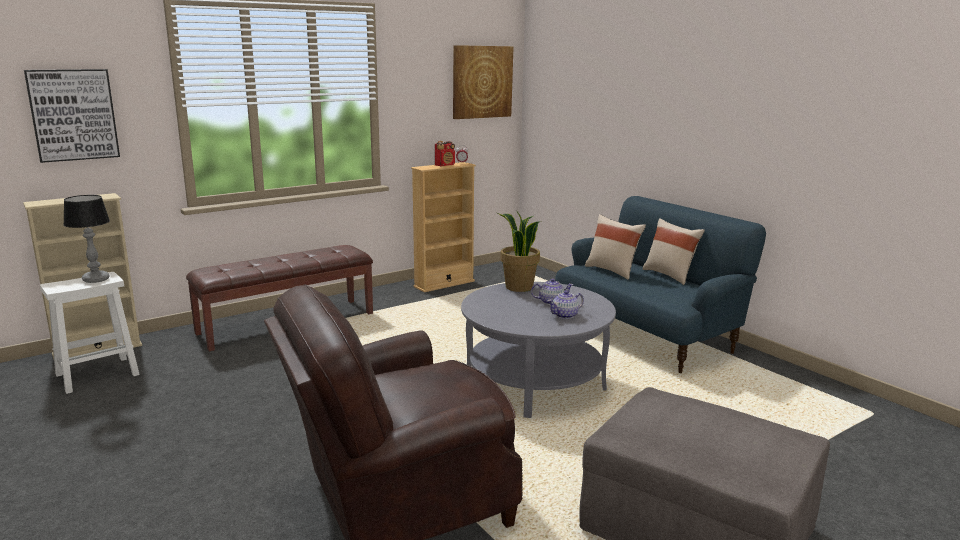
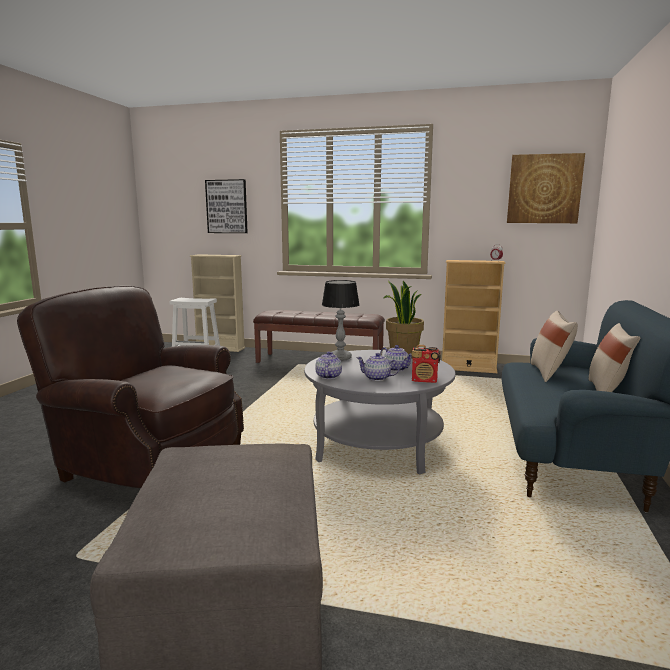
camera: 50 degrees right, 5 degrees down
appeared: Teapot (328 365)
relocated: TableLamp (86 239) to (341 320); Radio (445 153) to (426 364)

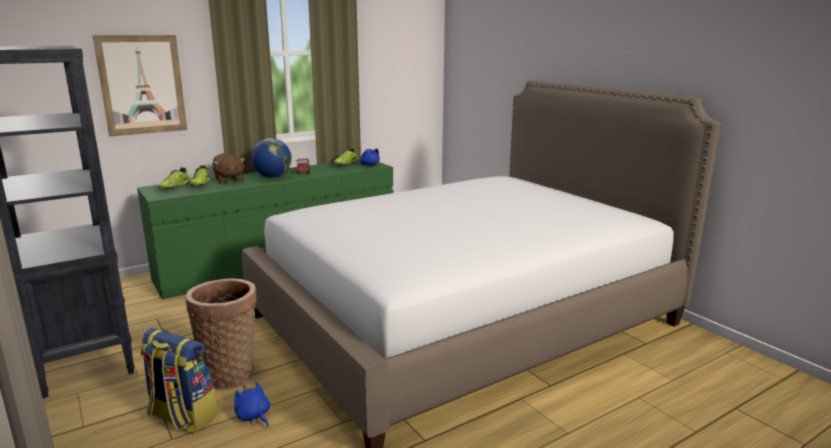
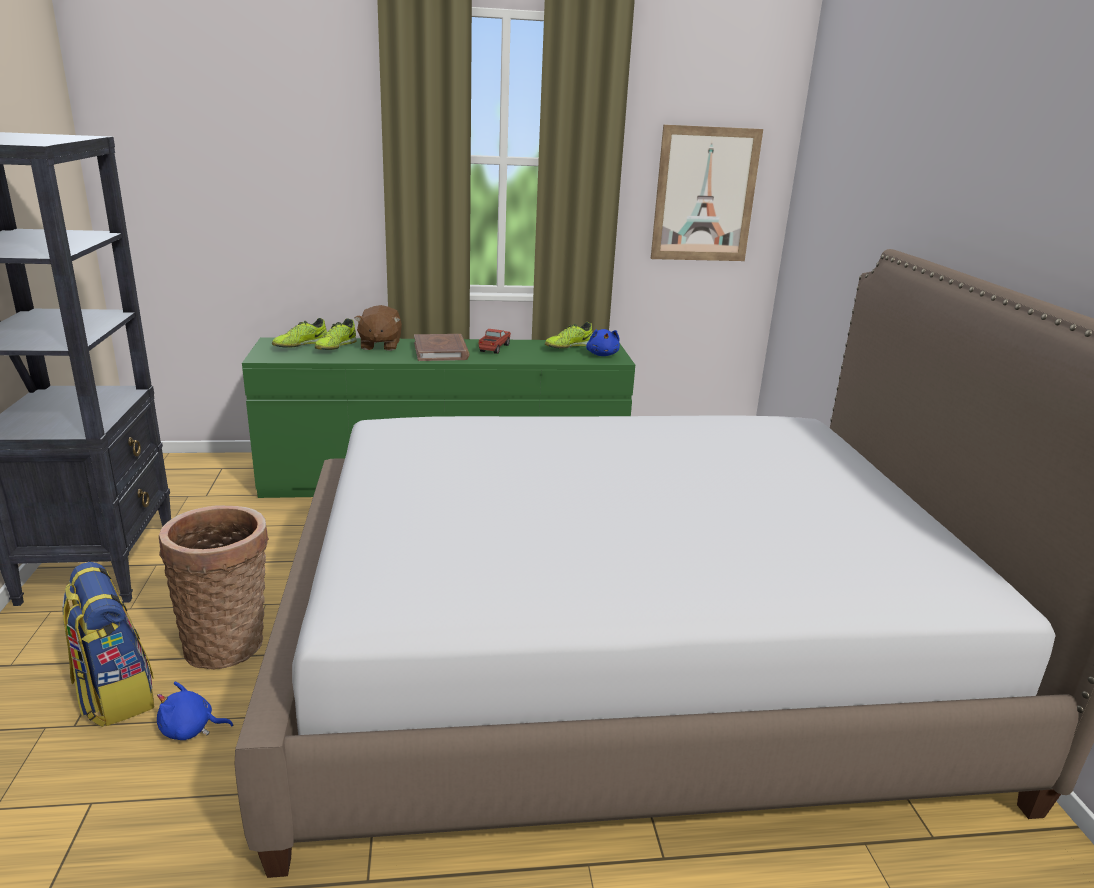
camera: 25 degrees right, 5 degrees up
relocated: Picture (140 86) to (707 193)
exchanged: Globe (271 158) to BrownBook (442 347)
spun: BluePlushToy (252 404) = (195 711) 75 degrees counterclockwise

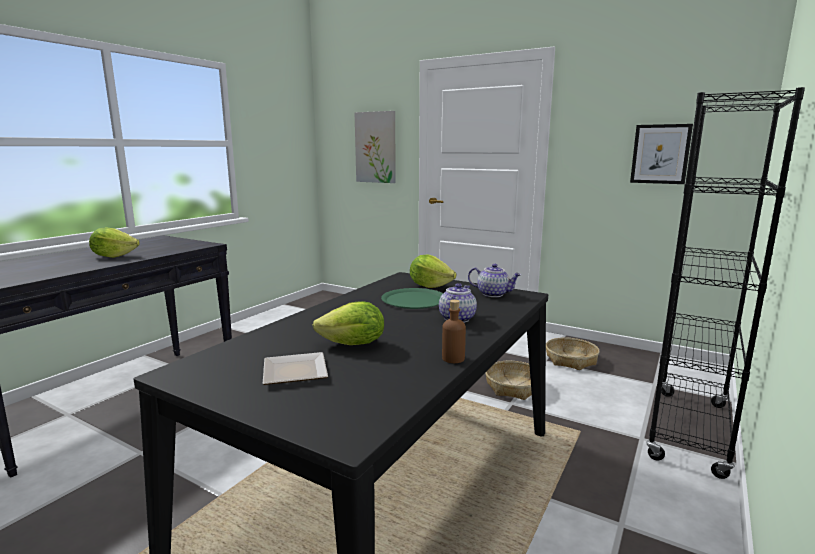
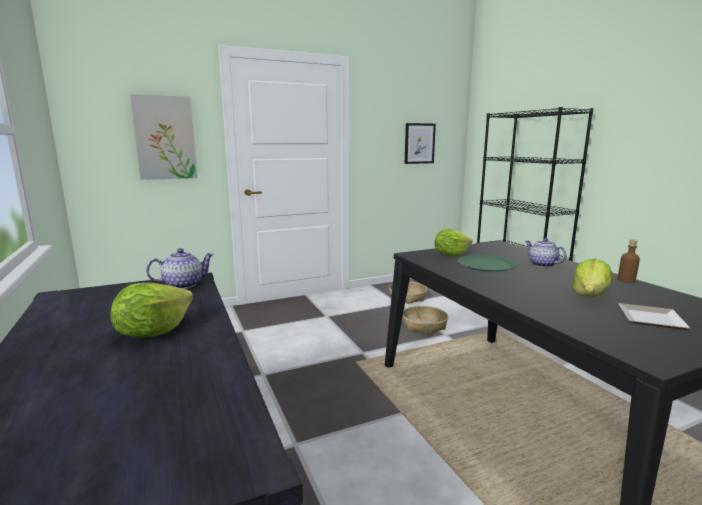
camera: 55 degrees left, 0 degrees up
relocated: Teapot (494 280) to (180 268)

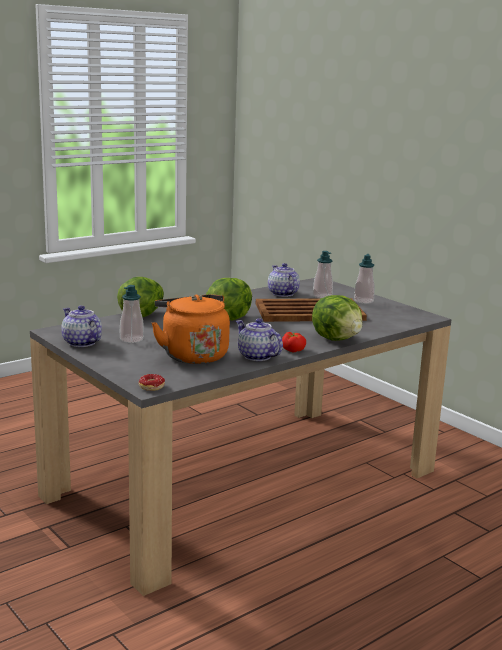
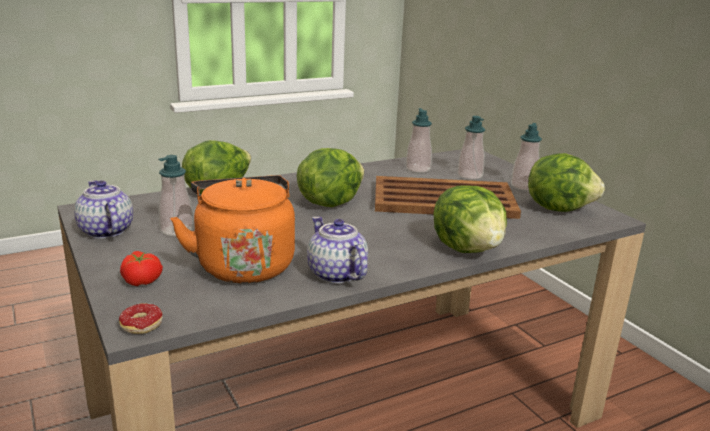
camera: 10 degrees right, 5 degrees up
appeared: Lettuce (566 182)
relocated: Tomato (294 342) to (141 268)
exchanged: Teapot (284 280) to SoapDispenser (419 140)

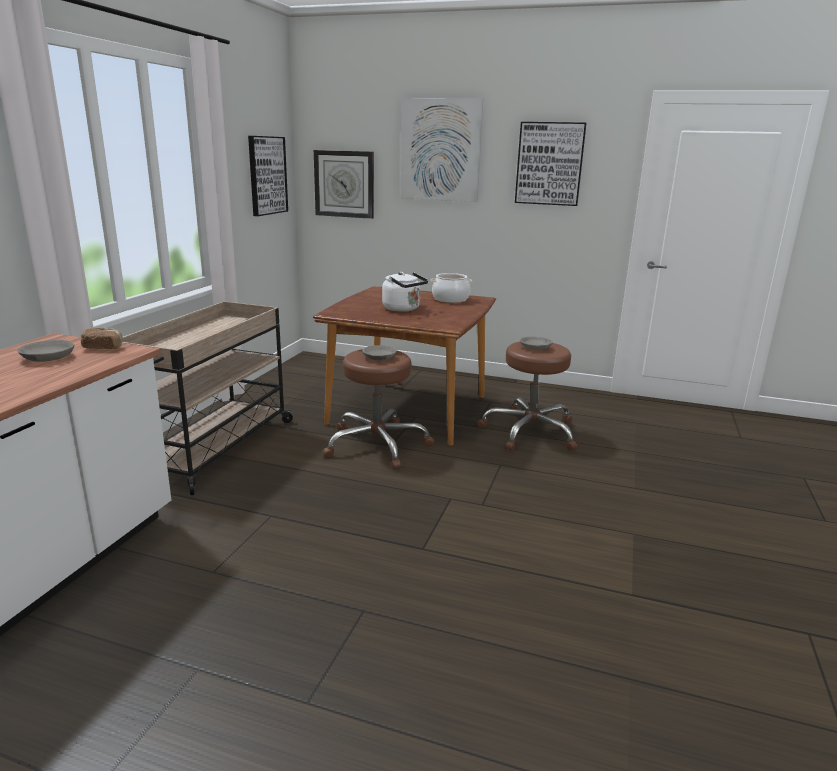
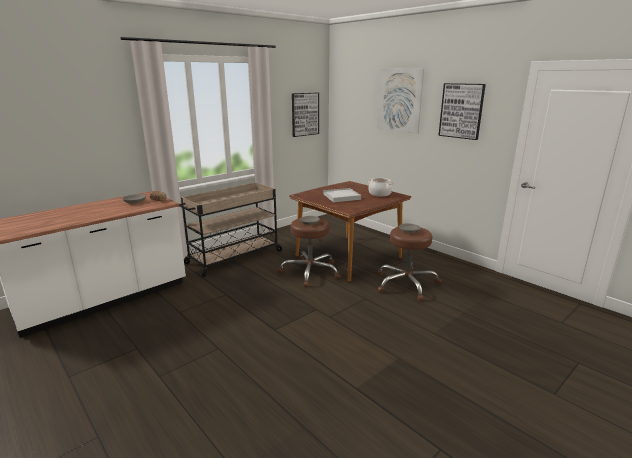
camera: 30 degrees right, 0 degrees up
missing: WallClock (344 184)
exchanged: WhiteKettle (405 292) to WhiteTray (342 195)

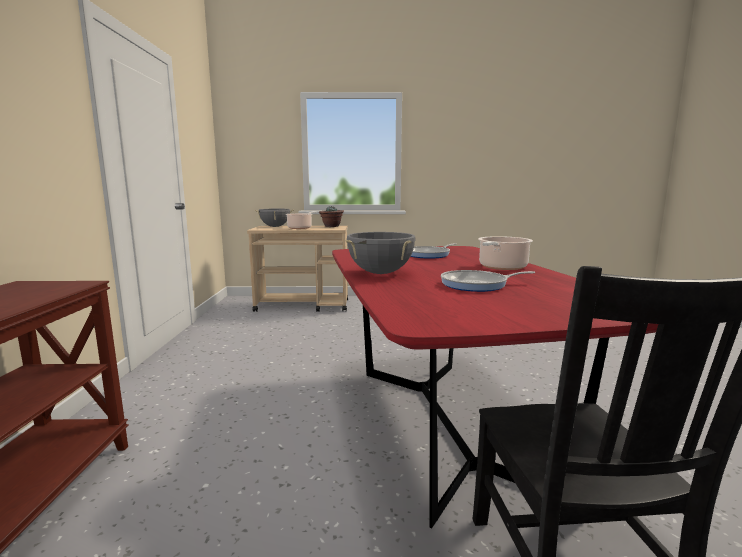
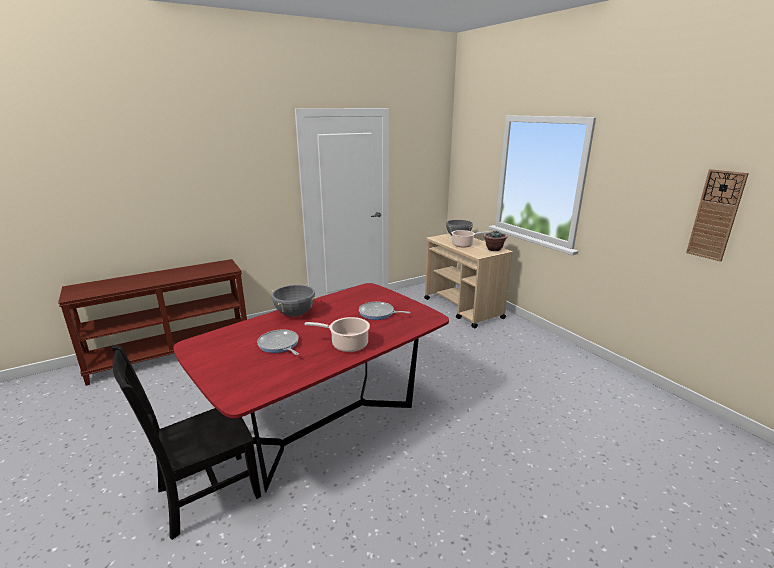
camera: 60 degrees right, 10 degrees up
appeared: WallClock (717 215)

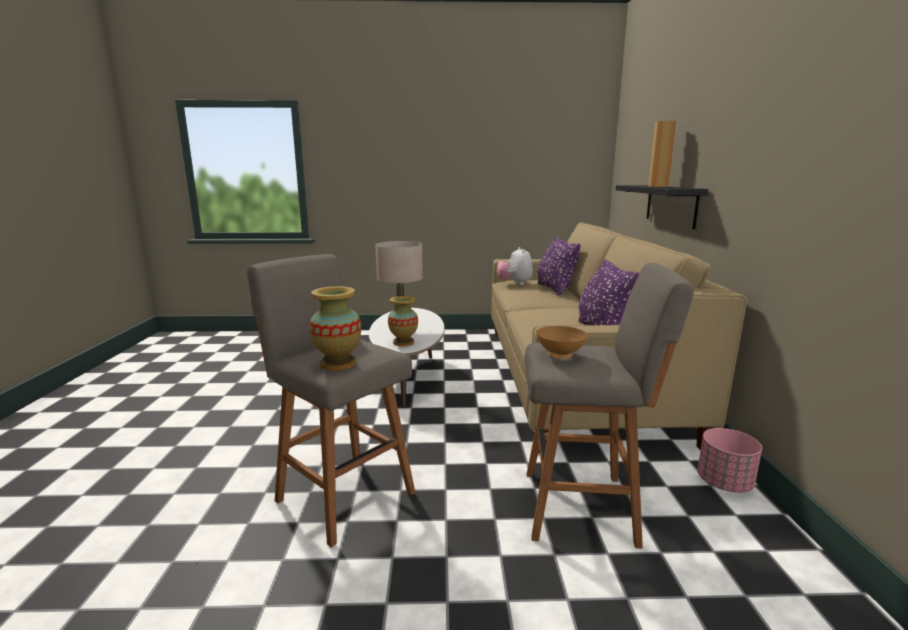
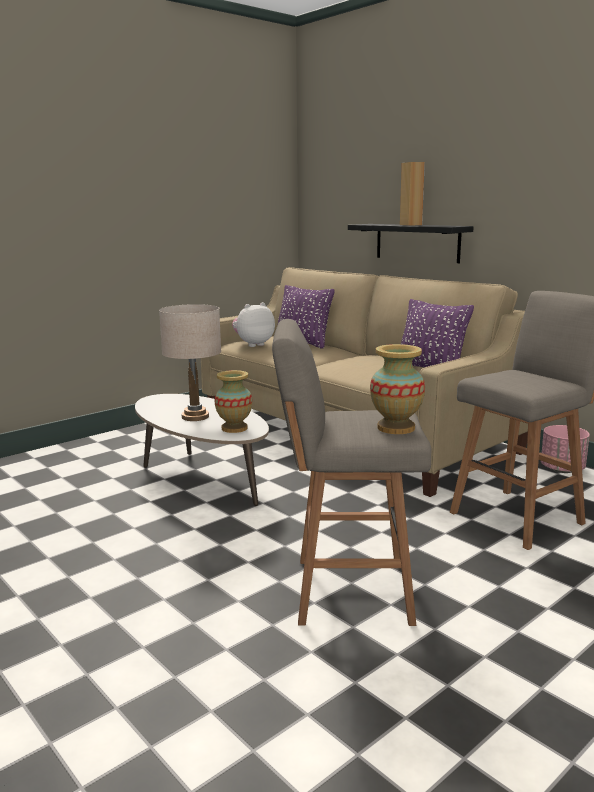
camera: 40 degrees left, 0 degrees up
missing: BrownBowl (562 342)
spun: PlushToy (515 266) = (253 324) 105 degrees clockwise

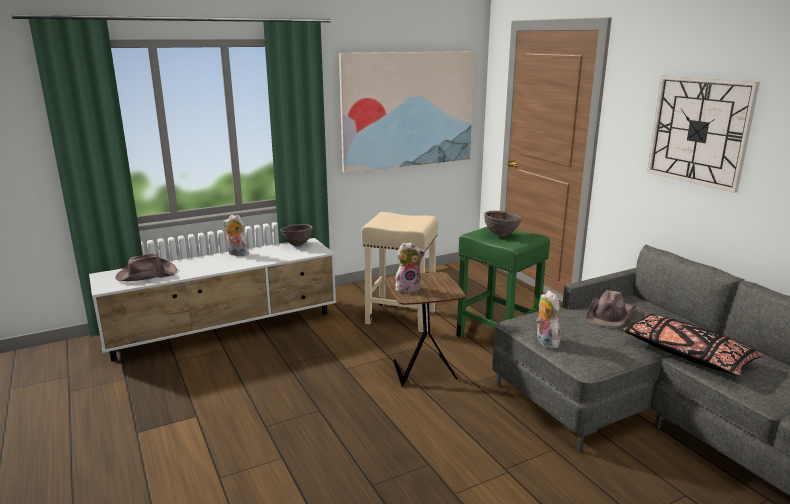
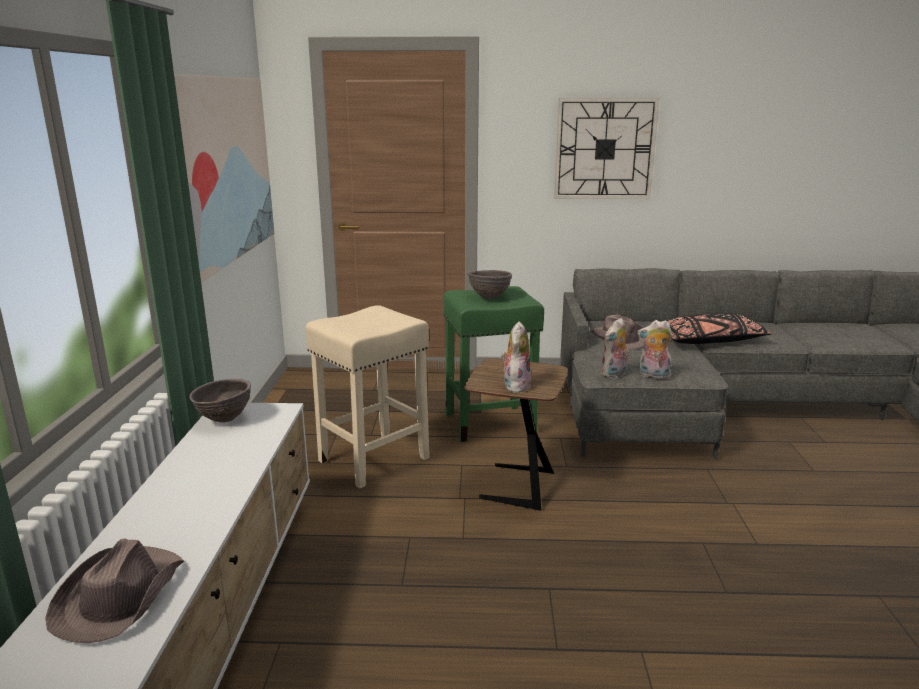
camera: 60 degrees left, 0 degrees up
relocated: PlushToy (236 235) to (614 348)

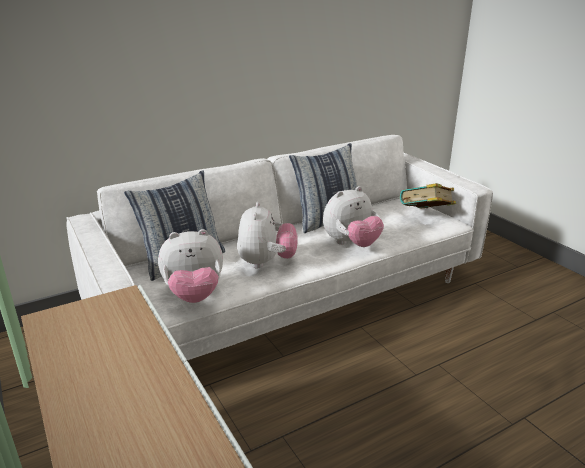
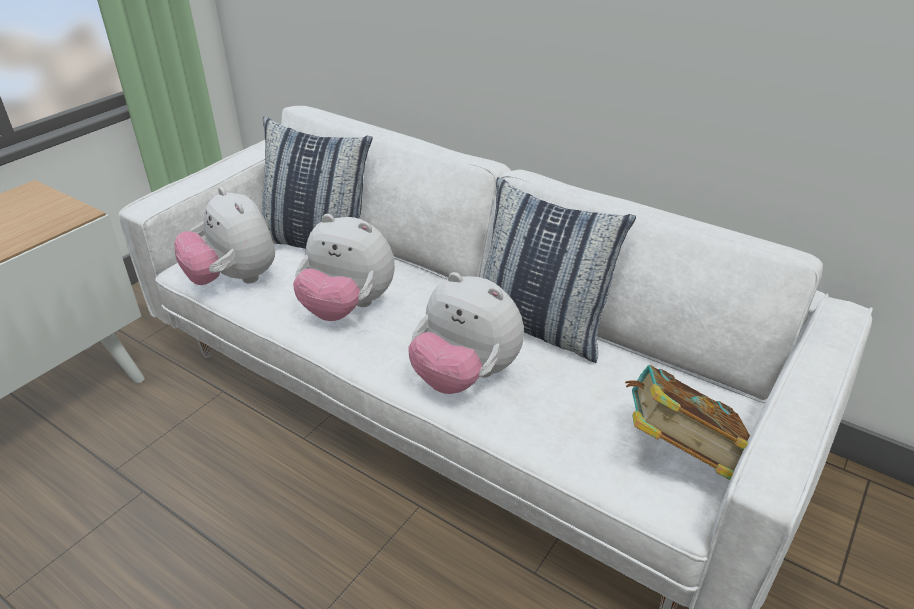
camera: 65 degrees right, 10 degrees up
spun: PlushToy (267 235) = (344 267) 45 degrees clockwise

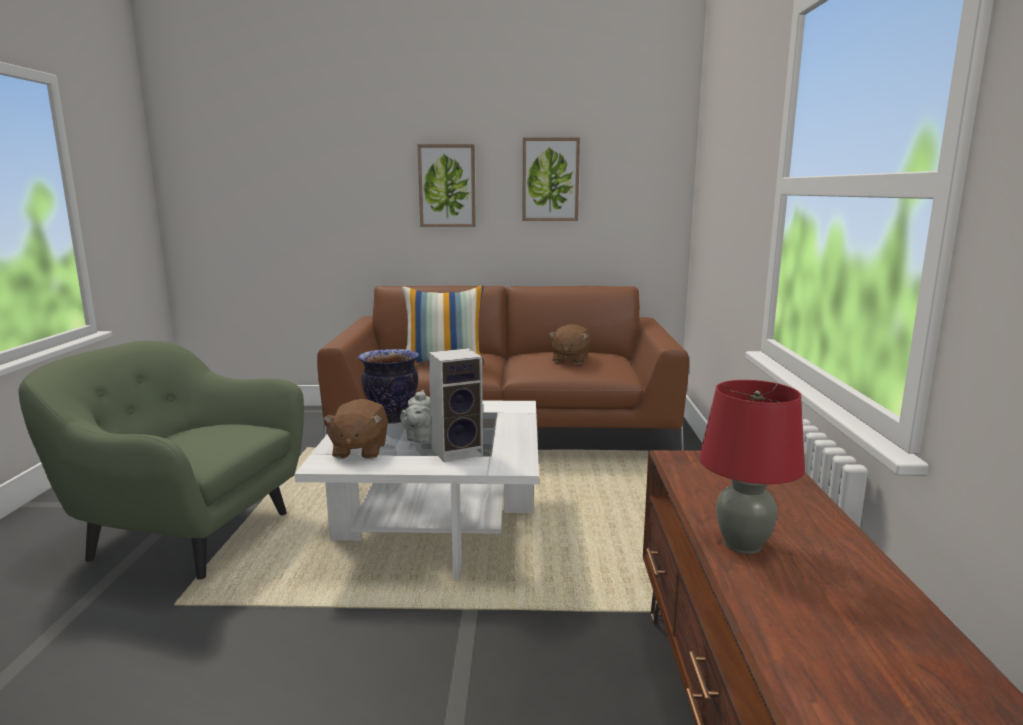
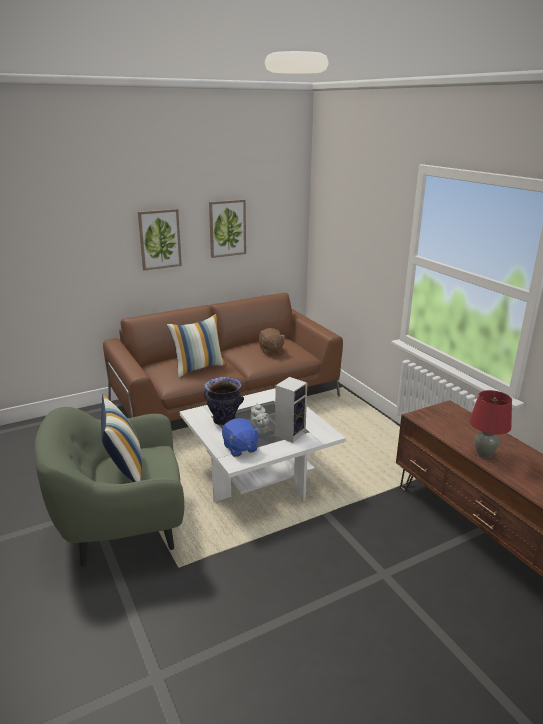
camera: 30 degrees left, 10 degrees up
appeared: Pillow (121 438)
colour: BrownPlushToy (355 429) to BluePlushToy (241 437)

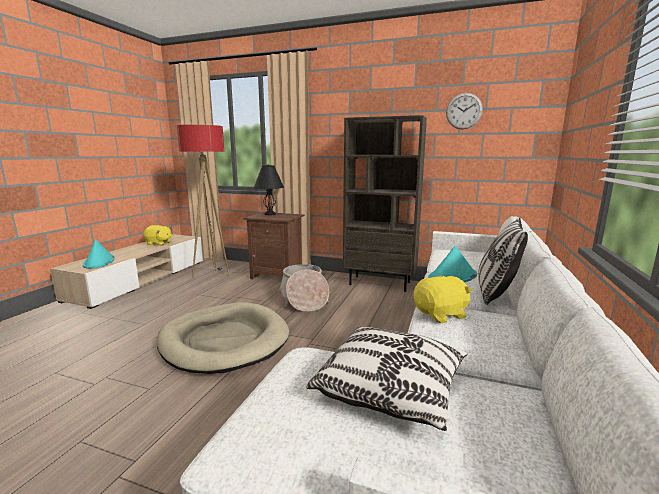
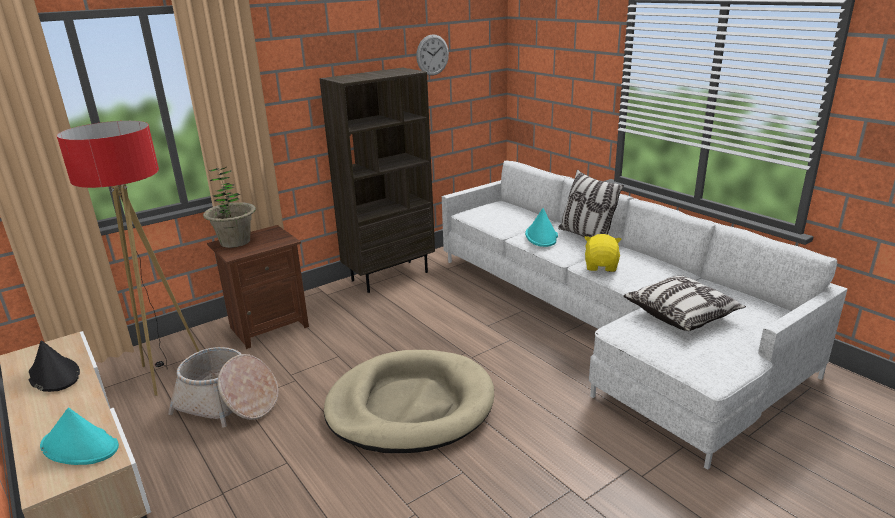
camera: 55 degrees left, 10 degrees up
relocated: Basket (304 288) to (223 387)
exchanged: YellowPlushToy (157 235) to BlackHat (54 366); BlackTableLamp (269 190) to PottedPlant (229 207)

